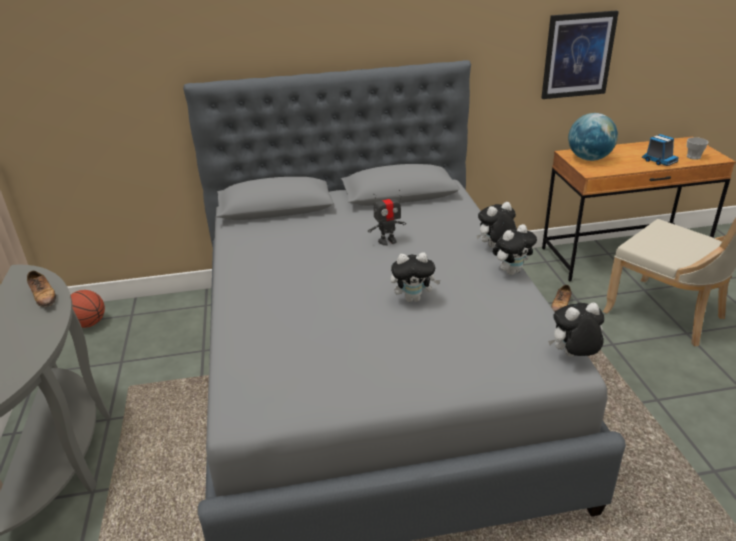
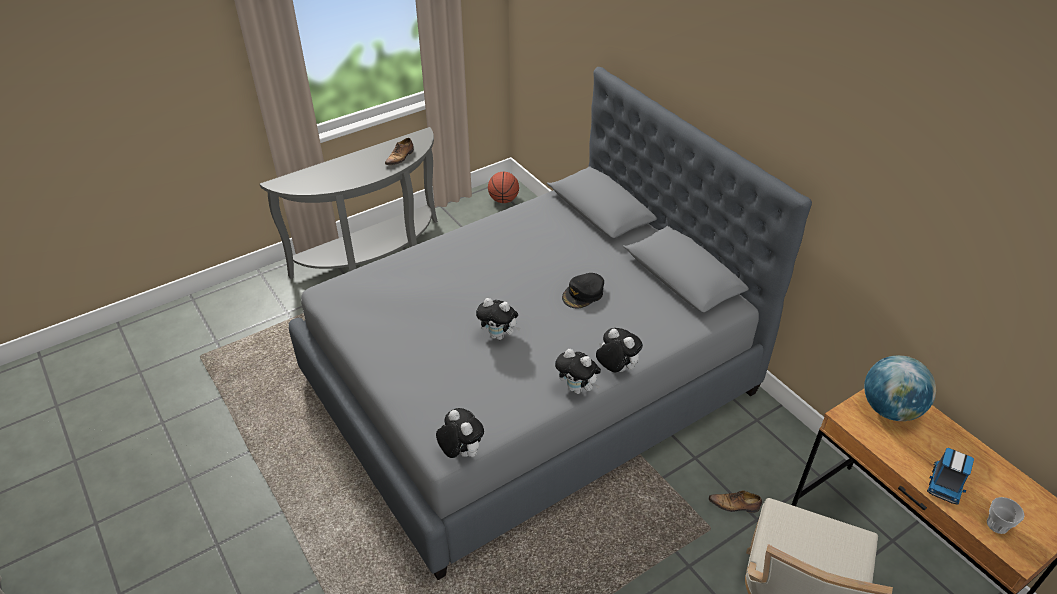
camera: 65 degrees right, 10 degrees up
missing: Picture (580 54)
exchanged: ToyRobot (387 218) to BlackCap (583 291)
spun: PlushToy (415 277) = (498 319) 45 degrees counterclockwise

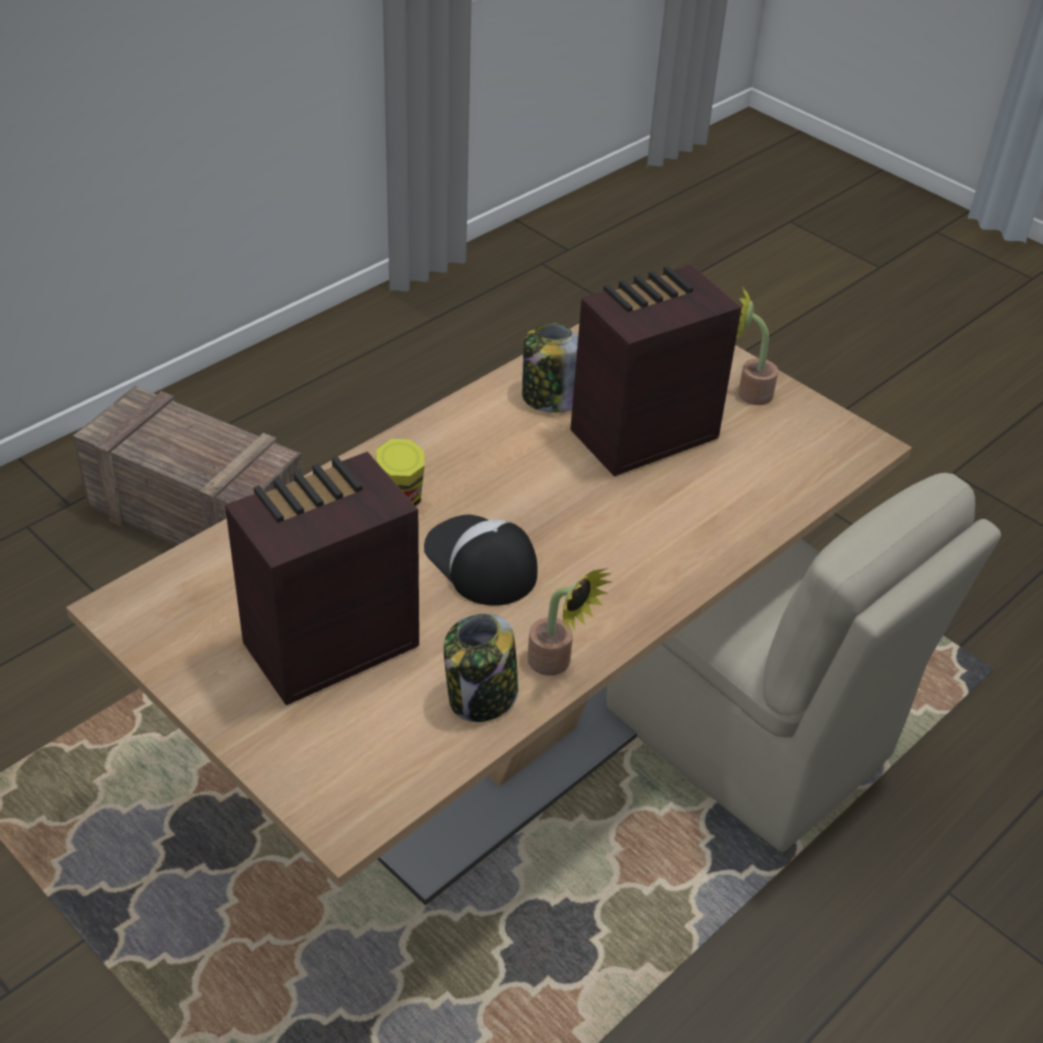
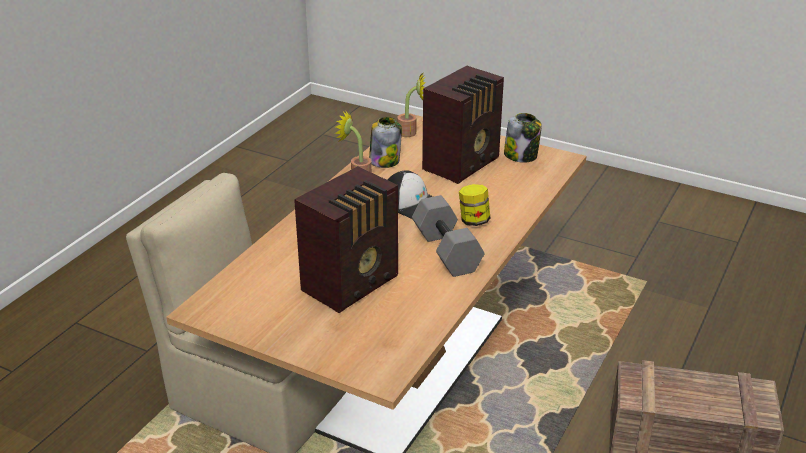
camera: 165 degrees right, 10 degrees down
appeared: GreyDumbbell (448 236)
relocated: PottedPlant (757 345) to (411 105); Jar (550 368) to (523 138)

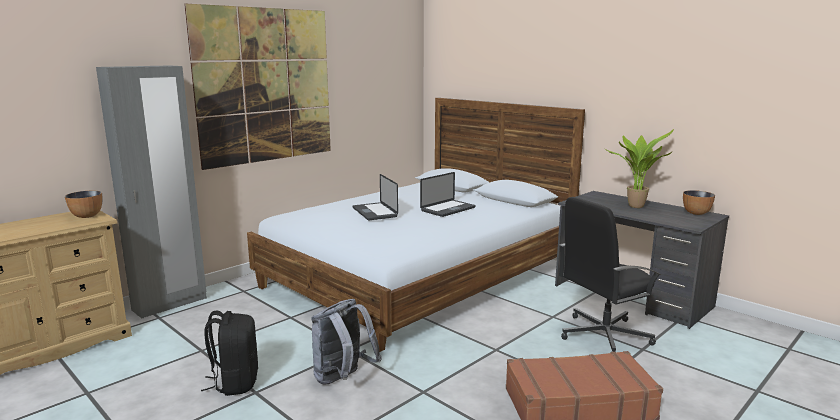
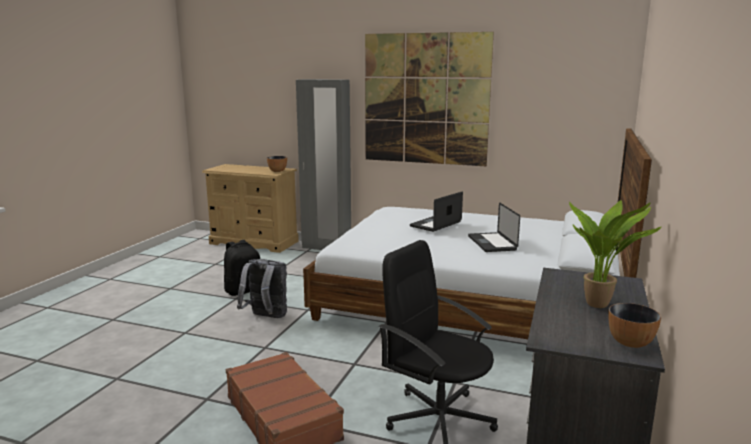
camera: 65 degrees right, 0 degrees up
spun: Laptop (447 194) = (494 227) 60 degrees clockwise

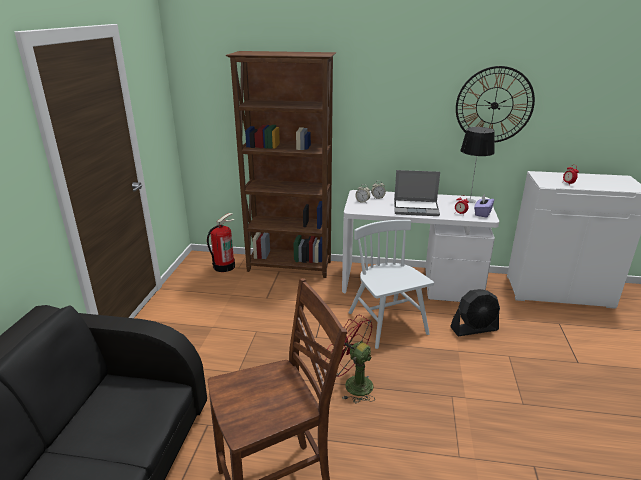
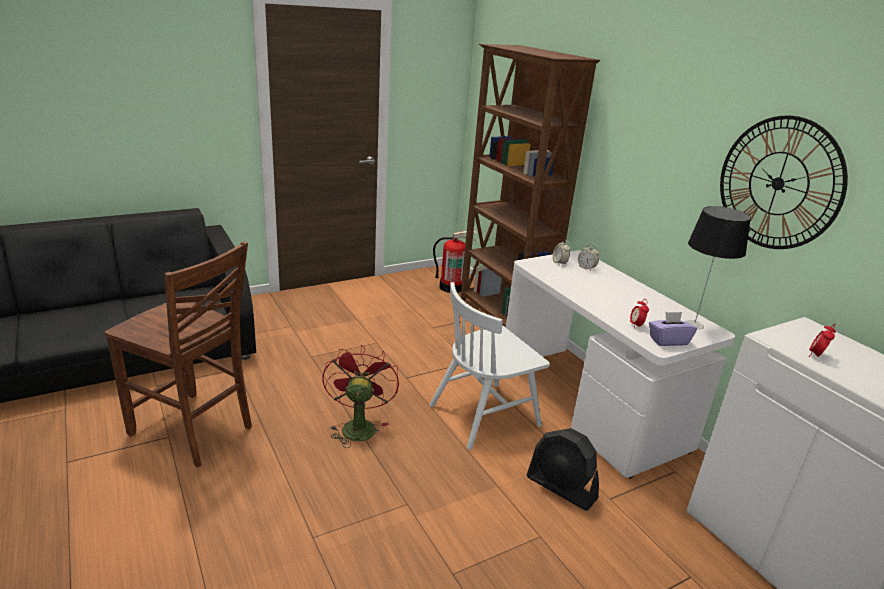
camera: 50 degrees right, 0 degrees up
missing: Laptop (417 193)
spun: WhiteChair (391 284) = (489 366) 150 degrees counterclockwise

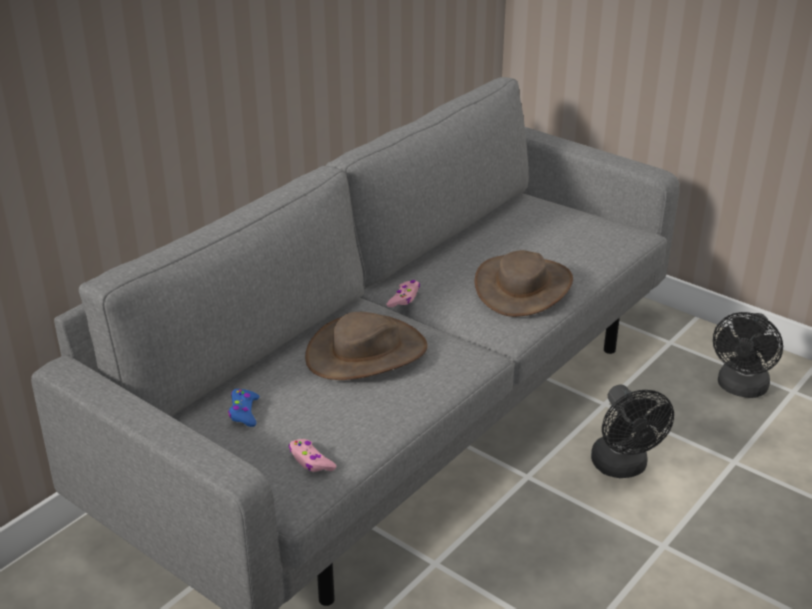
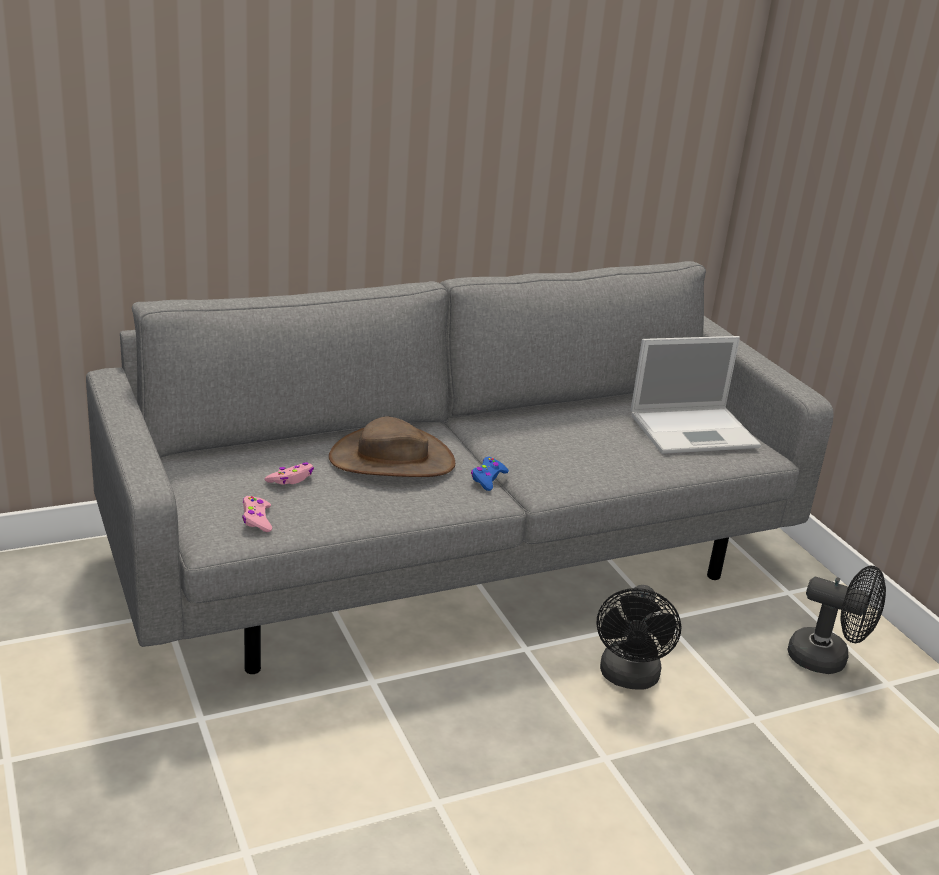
camera: 25 degrees right, 5 degrees down
missing: BrownHat (523 283)
appeared: Laptop (696 395)
relocated: PinkGameController (403 293) to (289 473); BlueGameController (244 408) to (490 474)
spun: BlackFan (748 355) = (836 620) 120 degrees counterclockwise

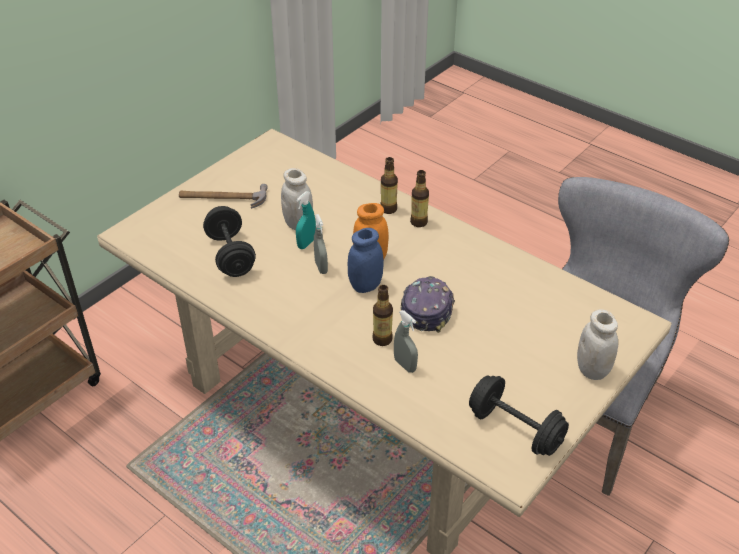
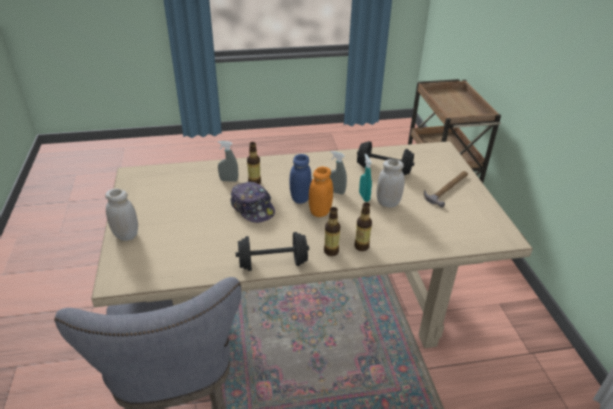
camera: 130 degrees right, 5 degrees down
relocated: BlackDumbbell (519 416) to (272 251)

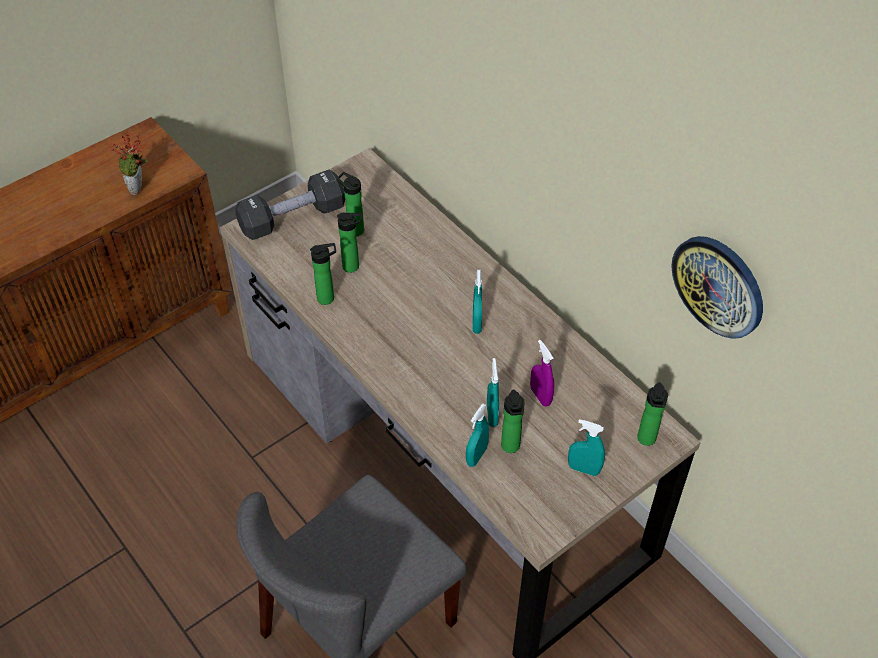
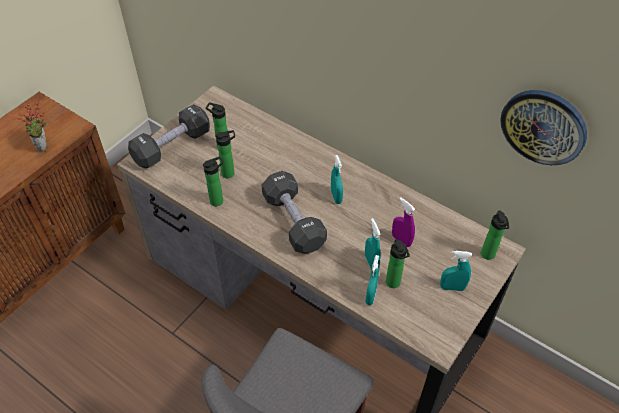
camera: 15 degrees left, 0 degrees up
appeared: BlackDumbbell (294 212)

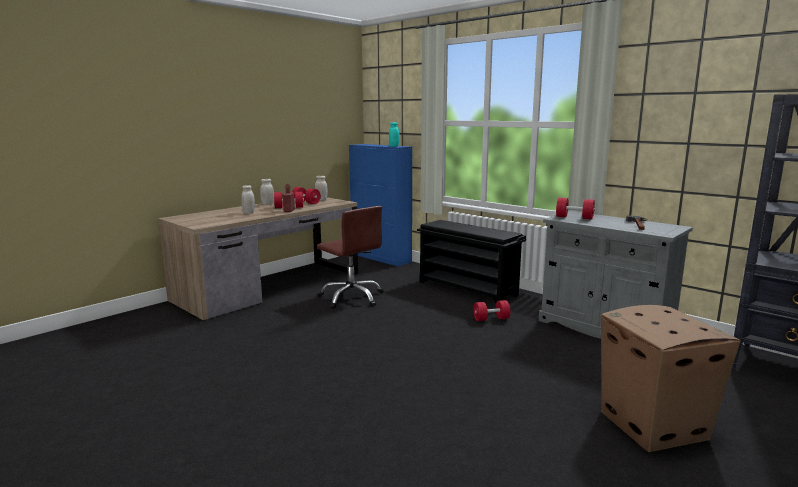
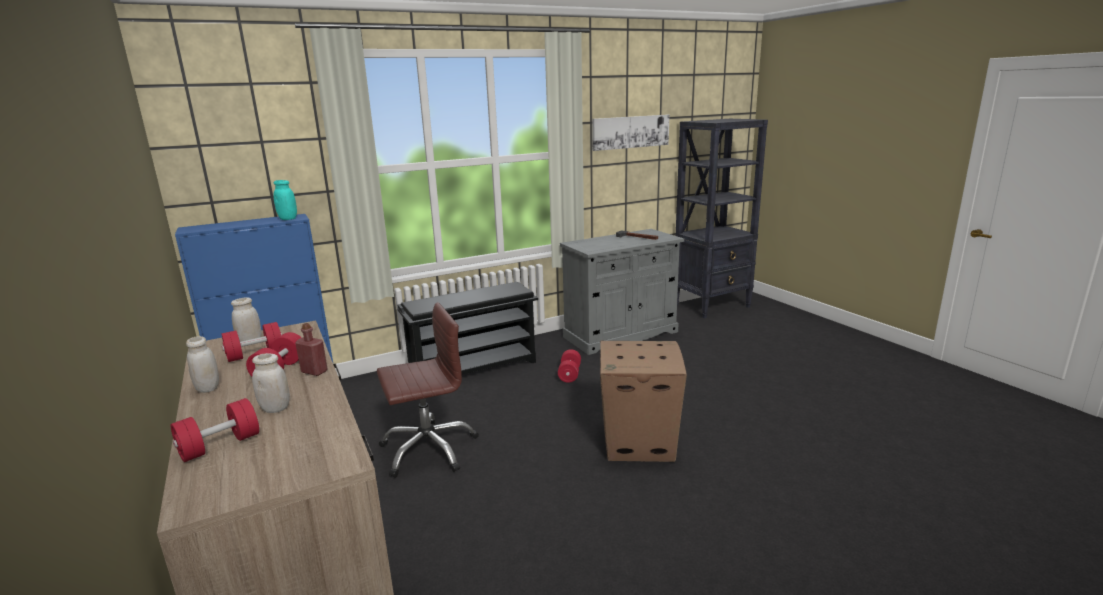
camera: 70 degrees left, 5 degrees up
appeared: Picture (630 133)
relocated: RedDumbbell (575 208) to (215 430); CardboardBox (671 378) to (643 401)

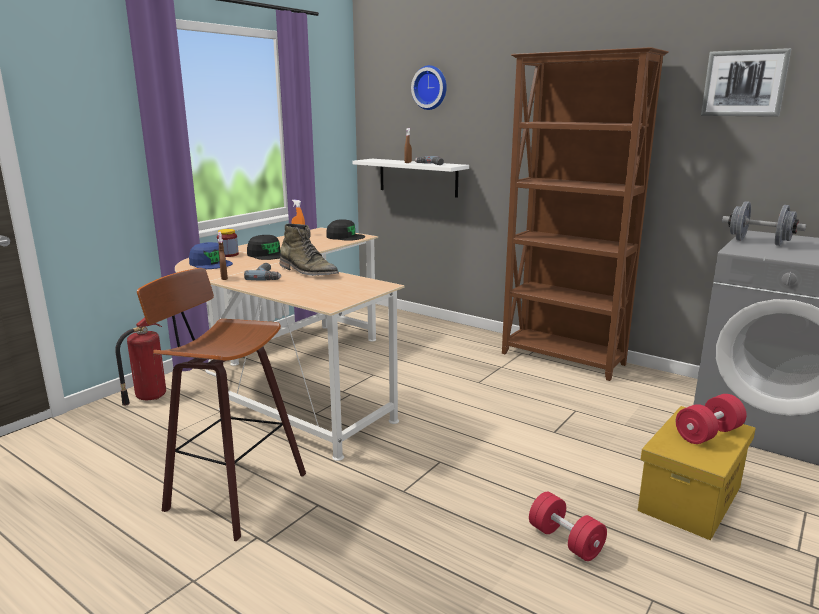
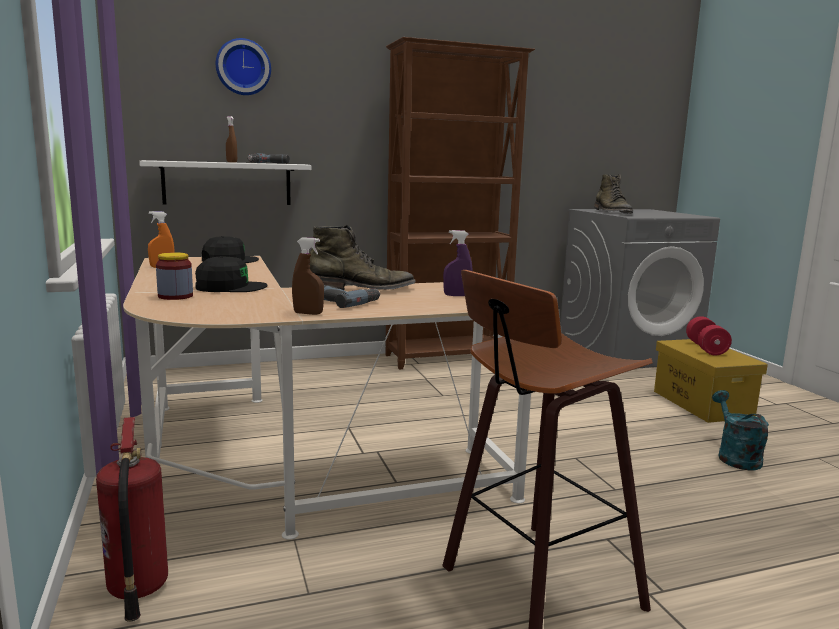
camera: 55 degrees left, 5 degrees down
missing: BlueCap (211 255); Picture (746 82)
appeared: PurpleSprayBottle (457 263)
exchanged: GreyDumbbell (764 223) to GreenBoot (613 194); RedDumbbell (568 526) to TurquoiseWateringCan (740 430)

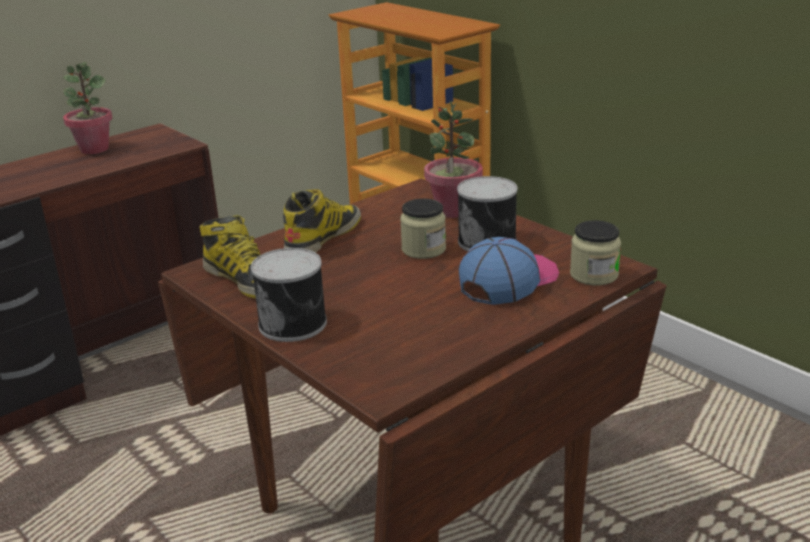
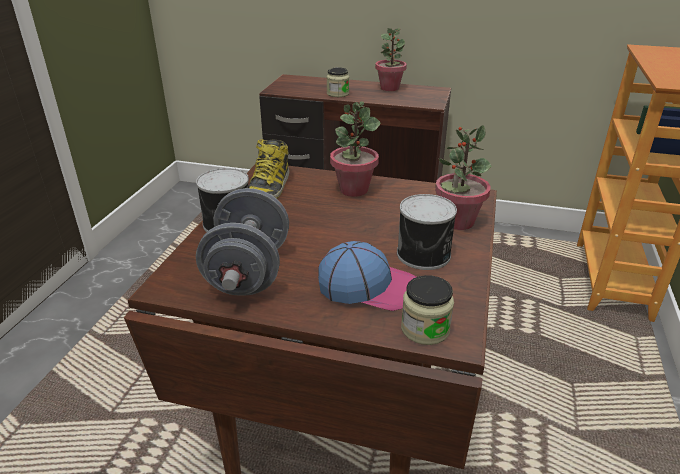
camera: 55 degrees right, 5 degrees up
appeared: GreyDumbbell (242 242)
relocated: Jar (423 229) to (338 82)
exchanged: Boot (322 221) to PottedPlant (355 149)

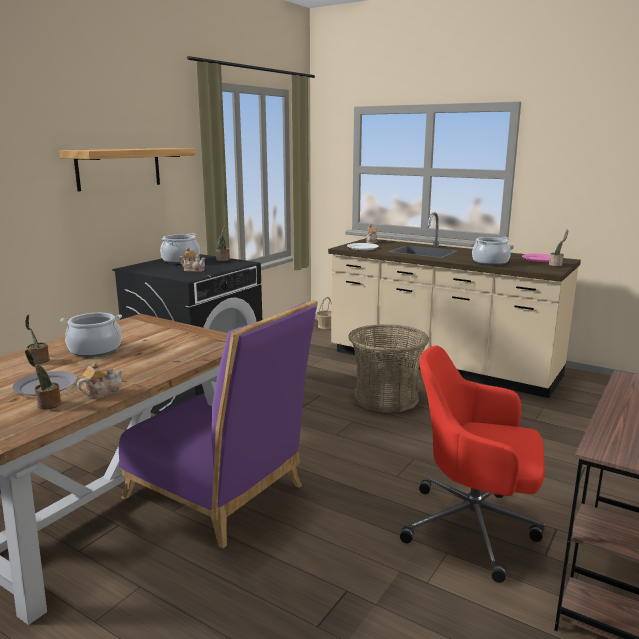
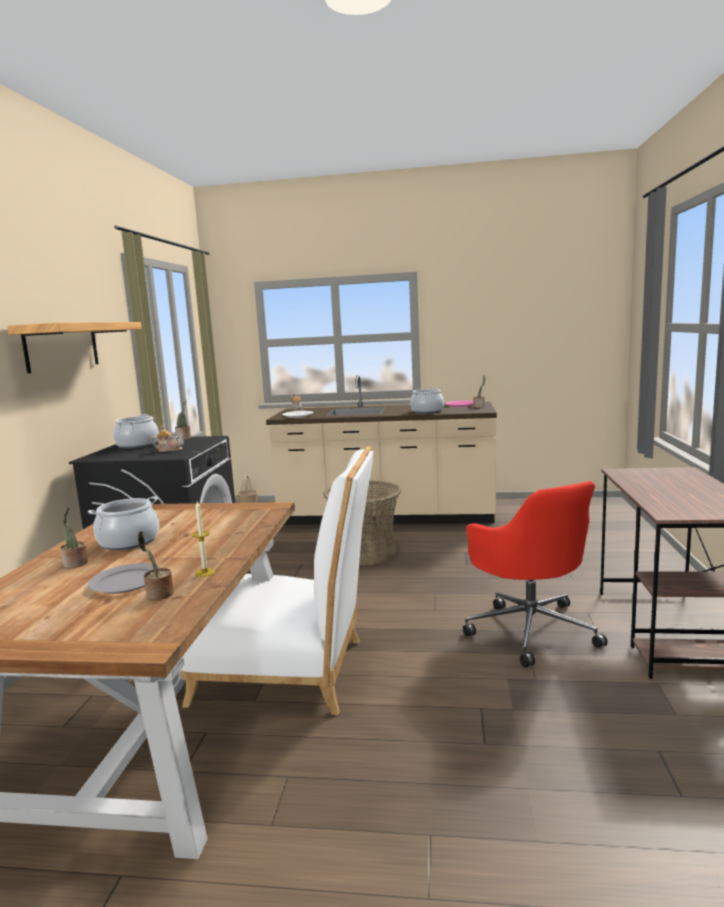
camera: 25 degrees left, 5 degrees down
exchanged: Teapot (100 380) to Candle (204 539)
colour: PurpleChair (218 424) to WhiteChair (277 580)
spun: RedOfficeChair (472 464) = (535 574) 105 degrees counterclockwise

